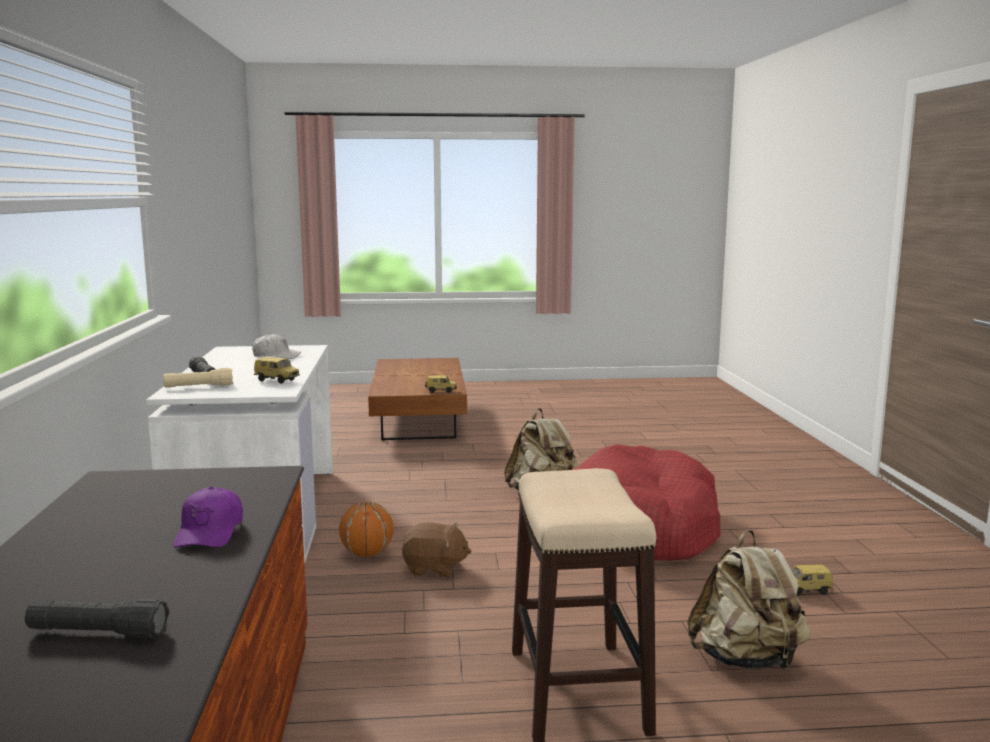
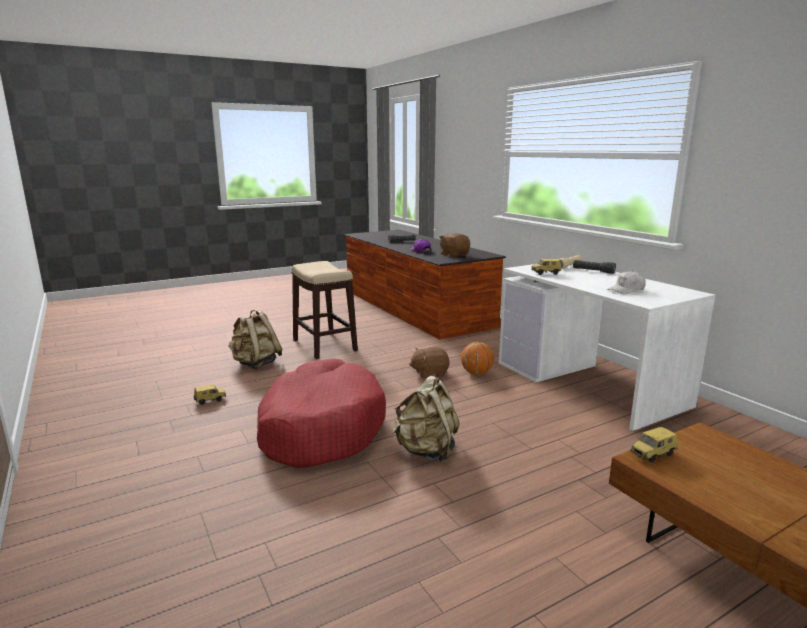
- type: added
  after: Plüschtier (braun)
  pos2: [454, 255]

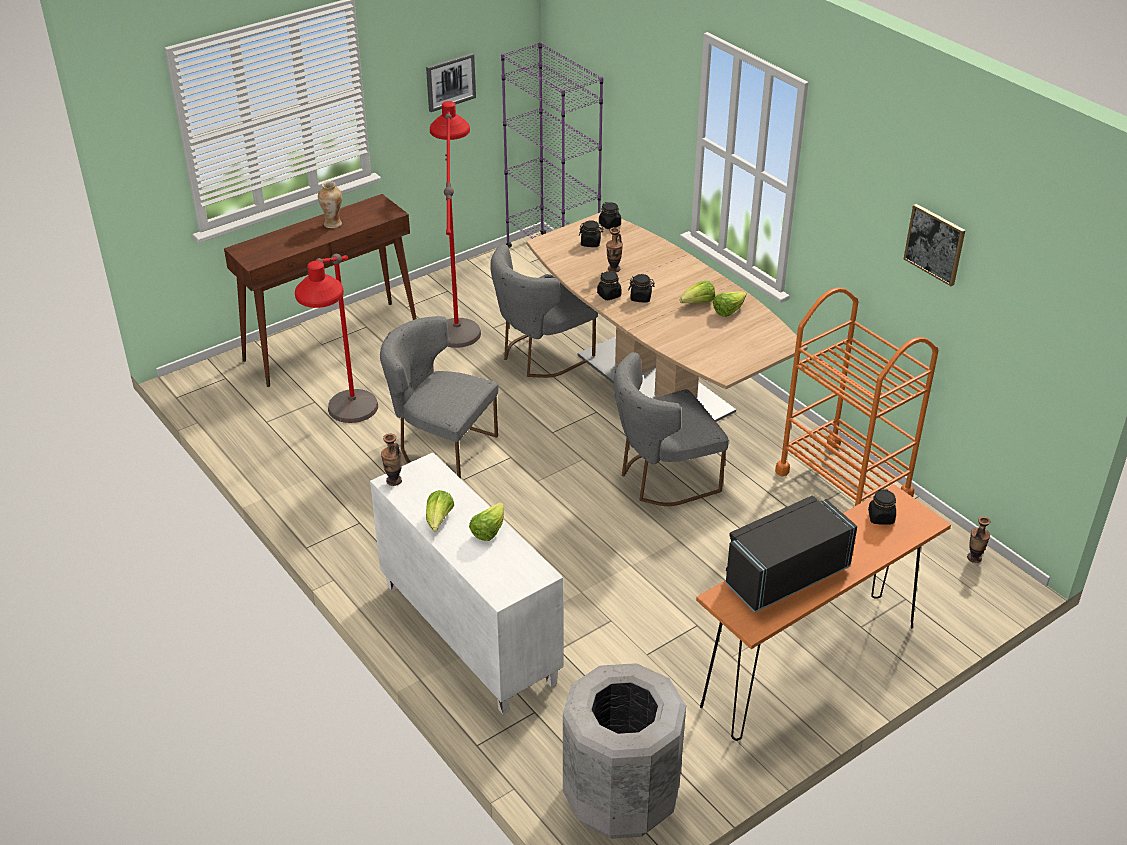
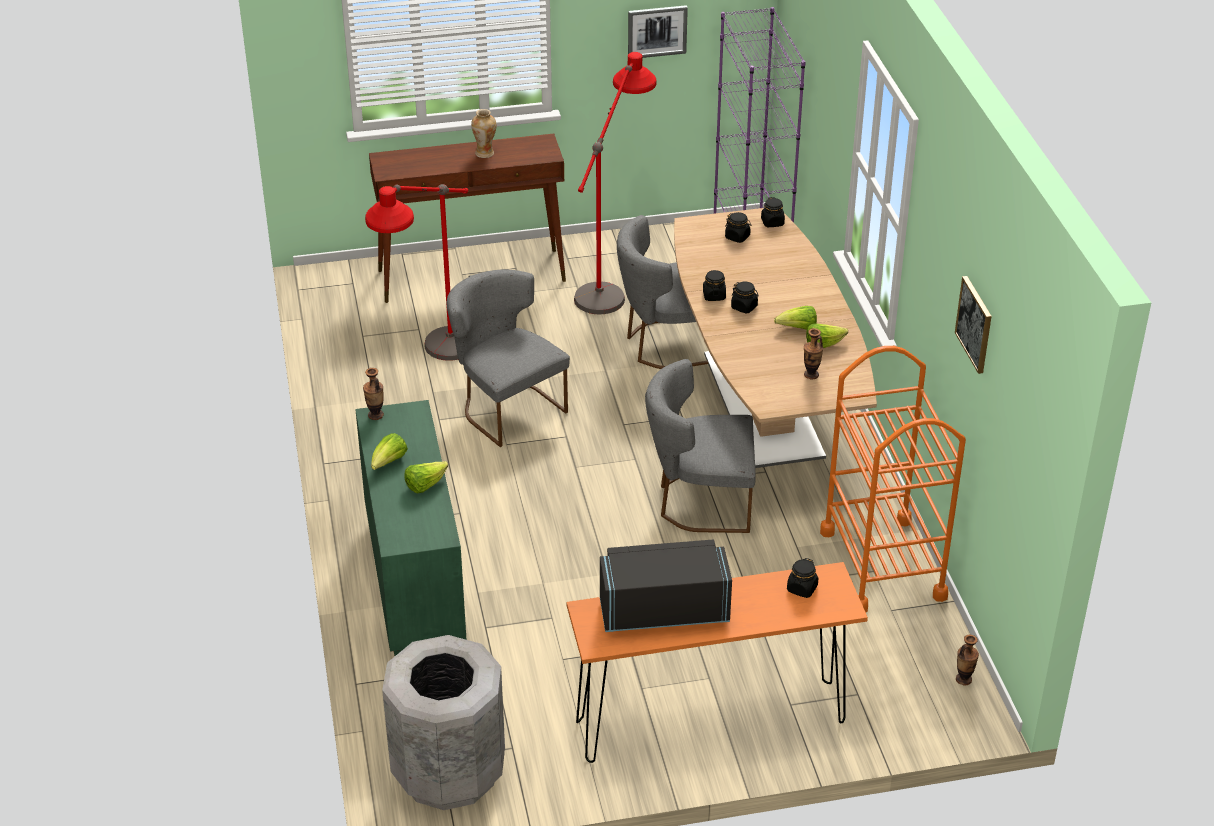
- type: recoloured
  before: Schrank (weiß)
  after: Schrank (grün)
  pos1: [467, 633]
  pos2: [413, 585]
- type: moved
  before: Vase
  pos1: [613, 269]
  pos2: [811, 375]

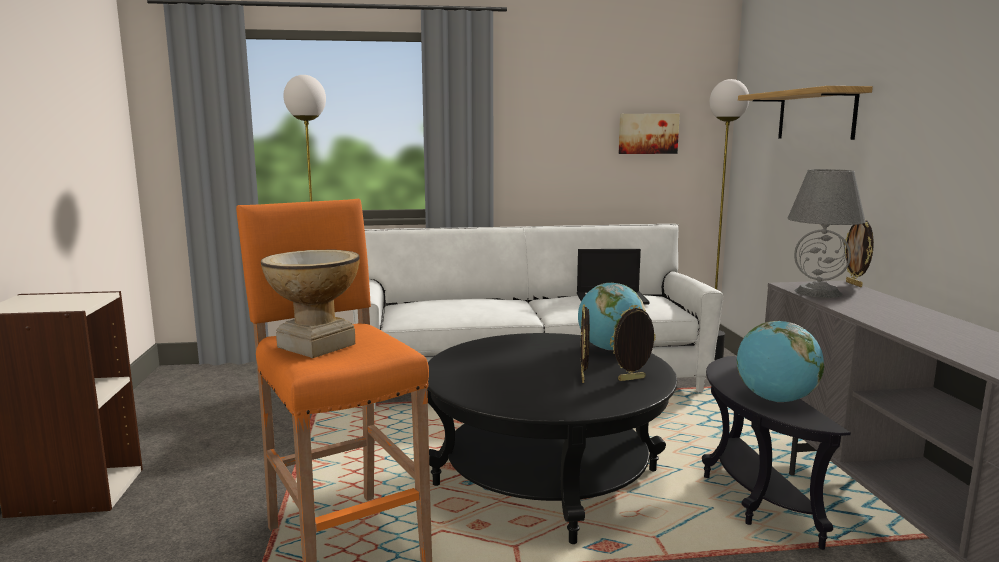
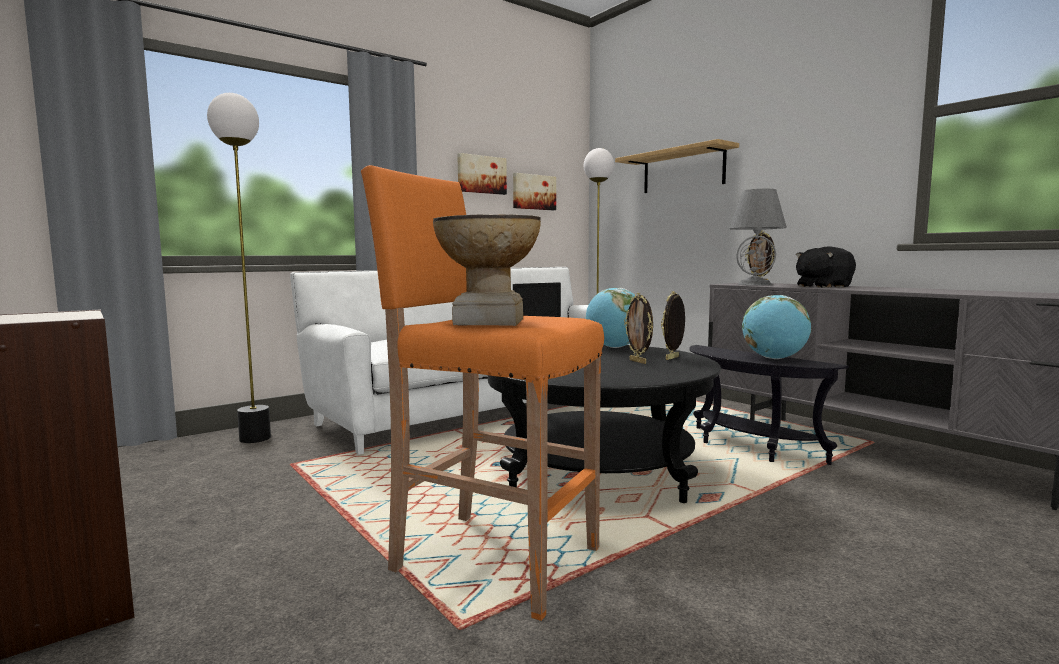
- type: added
  after: Bild
  pos2: [481, 174]
- type: added
  after: Plüschtier (schwarz)
  pos2: [822, 286]

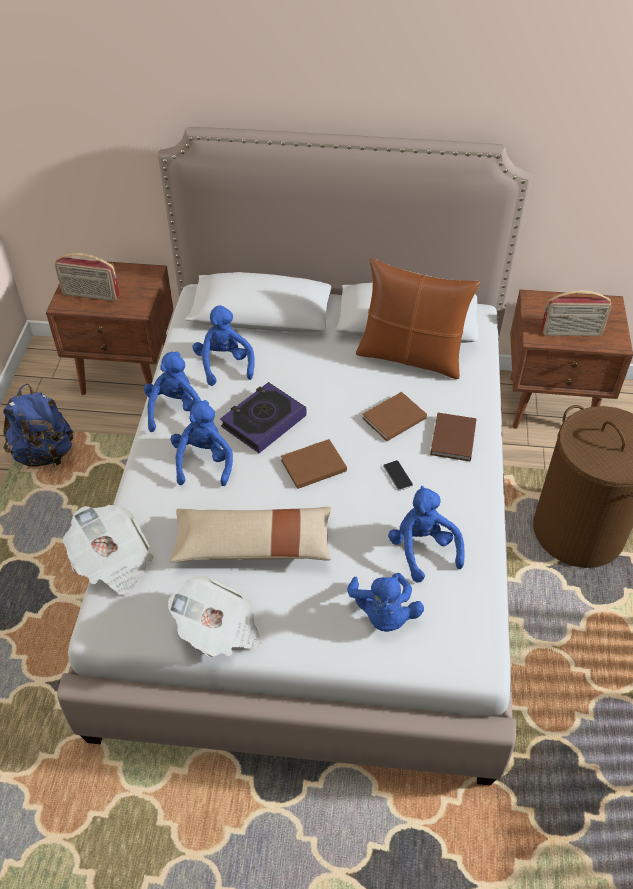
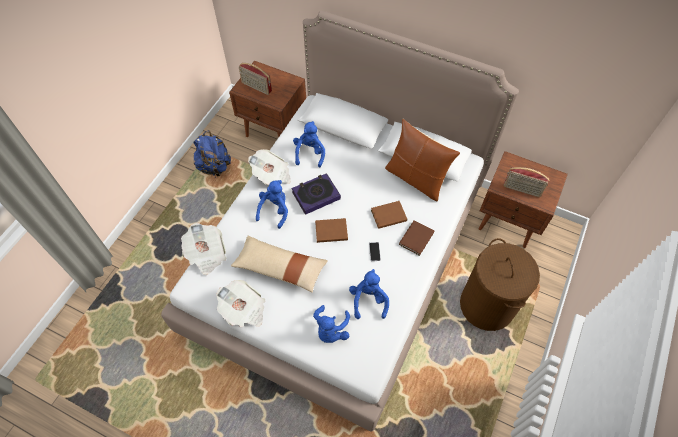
- type: replaced
  before: Plüschtier (blau)
  after: Zeitung
  pos1: [175, 411]
  pos2: [272, 175]

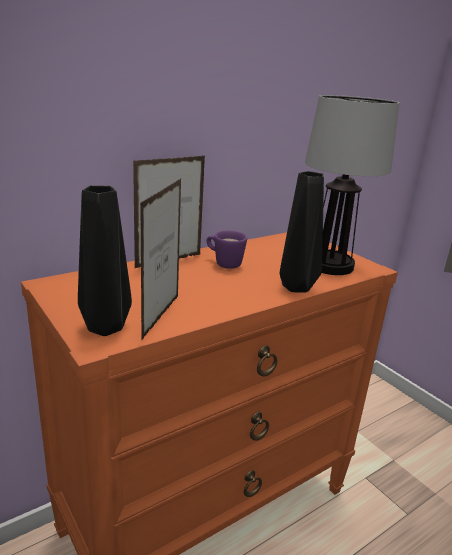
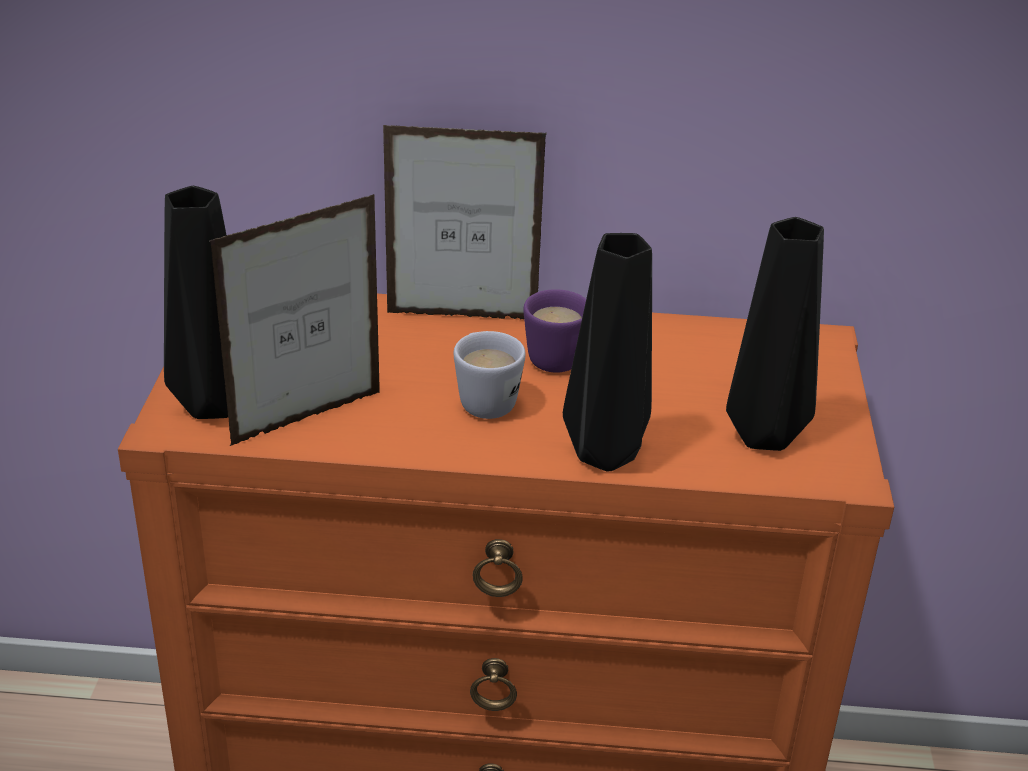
- type: added
  after: Henkelbecher (weiß)
  pos2: [484, 398]
- type: replaced
  before: Tischlampe
  after: Vase (schwarz)
  pos1: [331, 265]
  pos2: [760, 436]

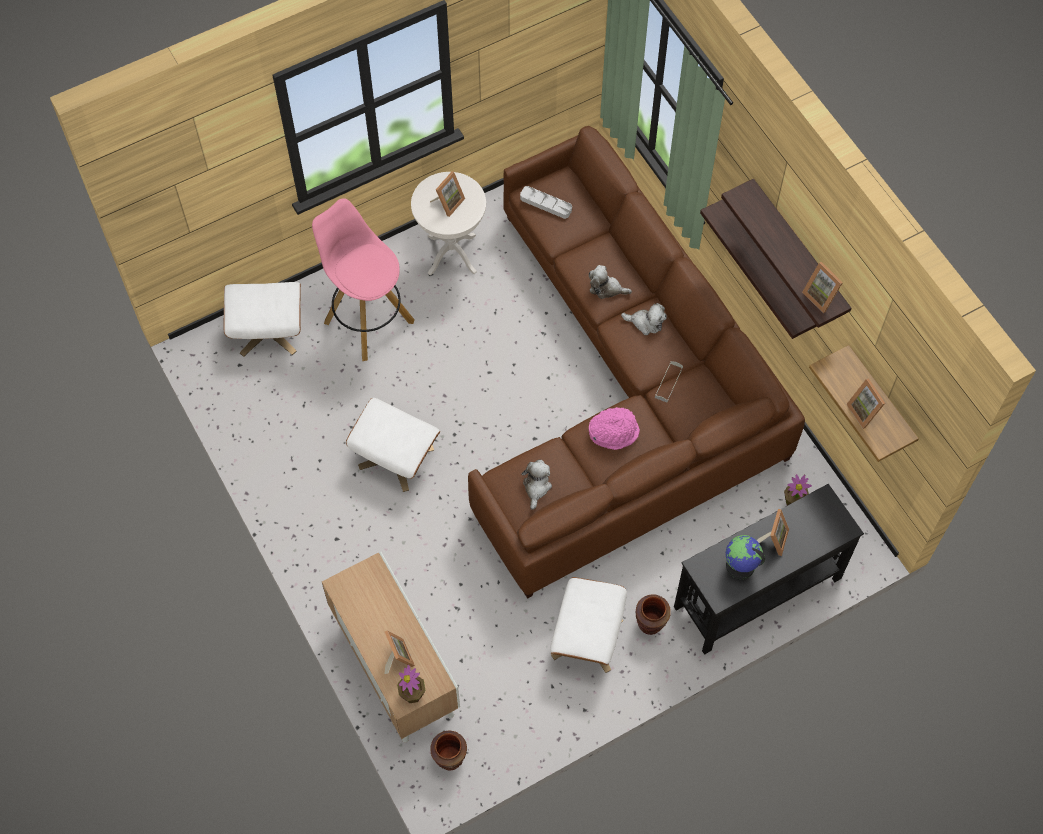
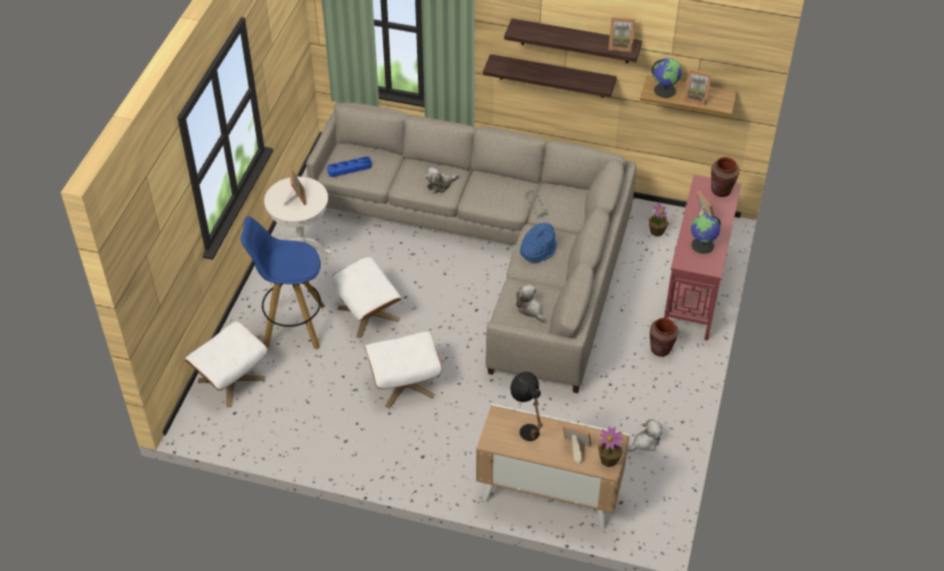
- type: recoloured
  before: Hocker (rosa)
  after: Hocker (blau)
  pos1: [368, 321]
  pos2: [292, 326]
- type: recoloured
  before: Sofa (braun)
  after: Sofa (grau)
  pos1: [622, 389]
  pos2: [495, 248]
- type: recoloured
  before: Tablett (grau)
  after: Tablett (blau)
  pos1: [546, 204]
  pos2: [349, 168]
- type: moved
  before: Polsterhocker (weiß)
  pos1: [587, 638]
  pos2: [369, 313]
- type: added
  after: Tischlampe (schwarz)
  pos2: [526, 426]
- type: recoloured
  before: Hut (rosa)
  after: Hut (blau)
  pos1: [613, 432]
  pos2: [537, 249]
- type: moved
  before: Plüschtier
  pos1: [646, 323]
  pos2: [645, 442]
- type: added
  after: Globus
  pos2: [665, 90]
- type: recoloured
  before: Konsolentisch (schwarz)
  after: Konsolentisch (rot)
  pos1: [756, 592]
  pos2: [694, 289]
- type: moved
  before: Vase (braun)
  pos1: [450, 759]
  pos2: [721, 191]

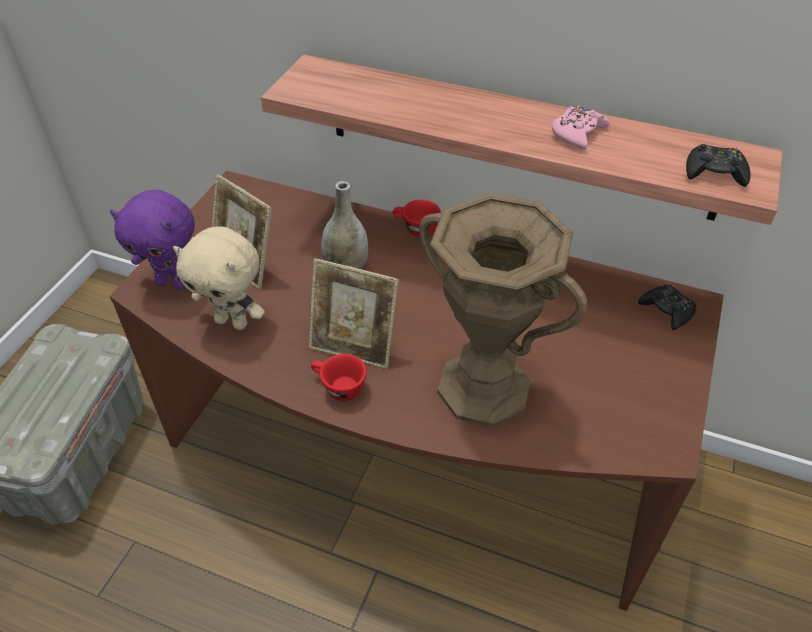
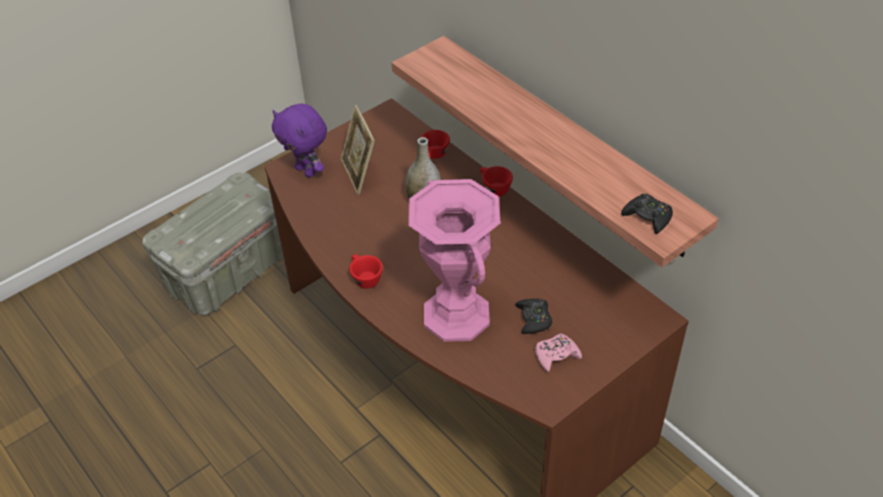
- type: recoloured
  before: Vase (braun)
  after: Vase (rosa)
  pos1: [484, 388]
  pos2: [456, 315]
- type: added
  after: Tasse (rot)
  pos2: [434, 156]
- type: moved
  before: Gamepad (schwarz)
  pos1: [667, 310]
  pos2: [533, 319]
- type: moved
  before: Gamepad (rosa)
  pos1: [577, 133]
  pos2: [556, 355]
- type: removed
  before: Plüschtier (beige)
  pos1: [233, 322]
- type: removed
  before: Bilderrahmen
  pos1: [354, 347]

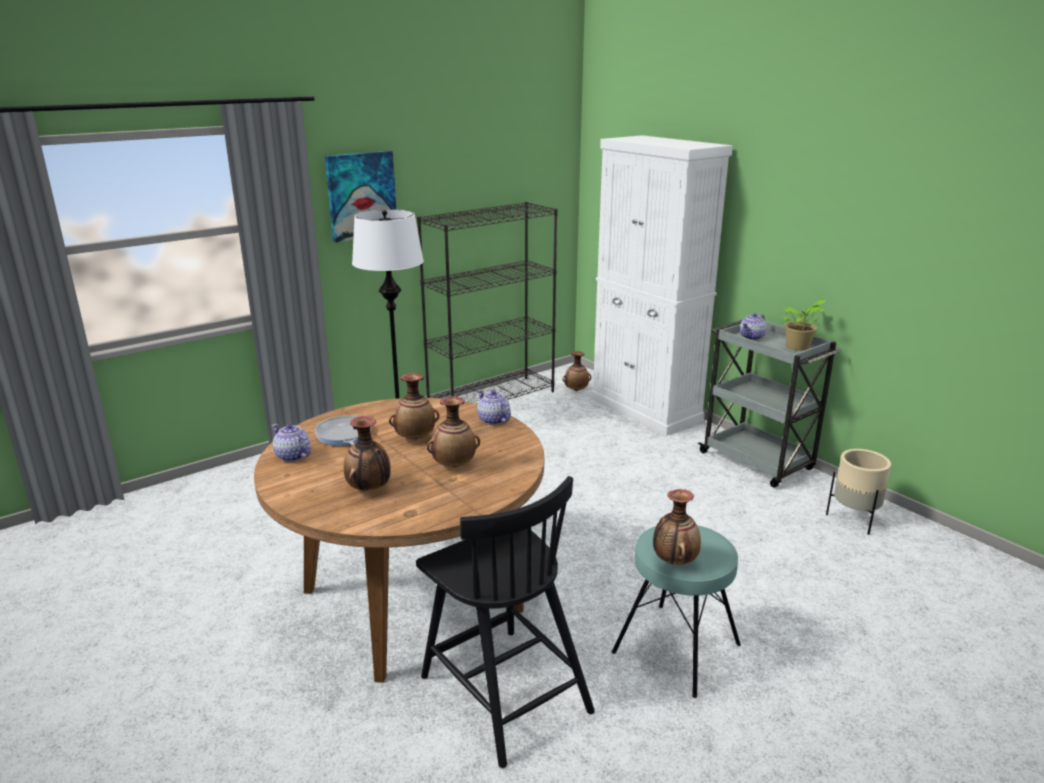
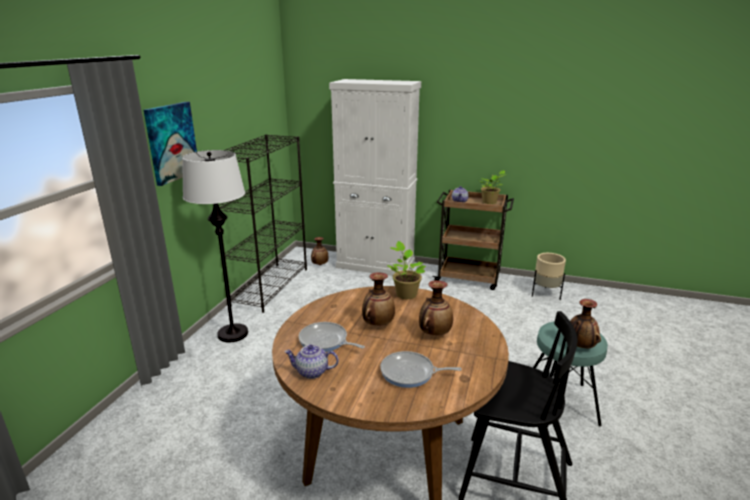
- type: replaced
  before: Vase
  after: Pfanne
  pos1: [369, 489]
  pos2: [410, 373]
- type: replaced
  before: Teekanne
  after: Topfpflanze
  pos1: [493, 420]
  pos2: [405, 294]
- type: recoloured
  before: Rollwagen (grau)
  after: Rollwagen (braun)
  pos1: [758, 462]
  pos2: [469, 278]

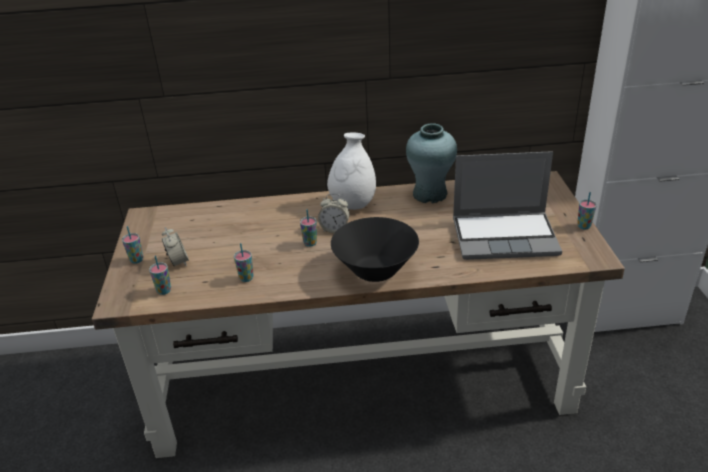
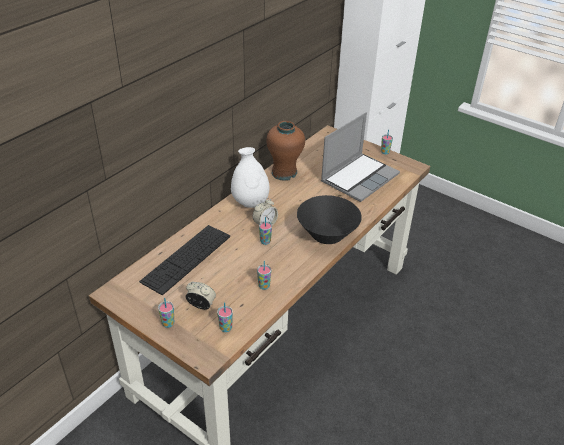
- type: added
  after: Tastatur
  pos2: [186, 258]
- type: recoloured
  before: Vase (türkis)
  after: Vase (braun)
  pos1: [430, 194]
  pos2: [284, 172]

